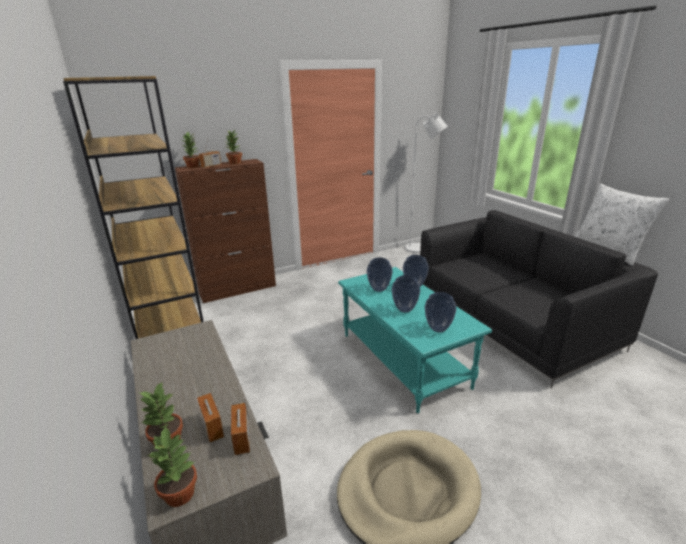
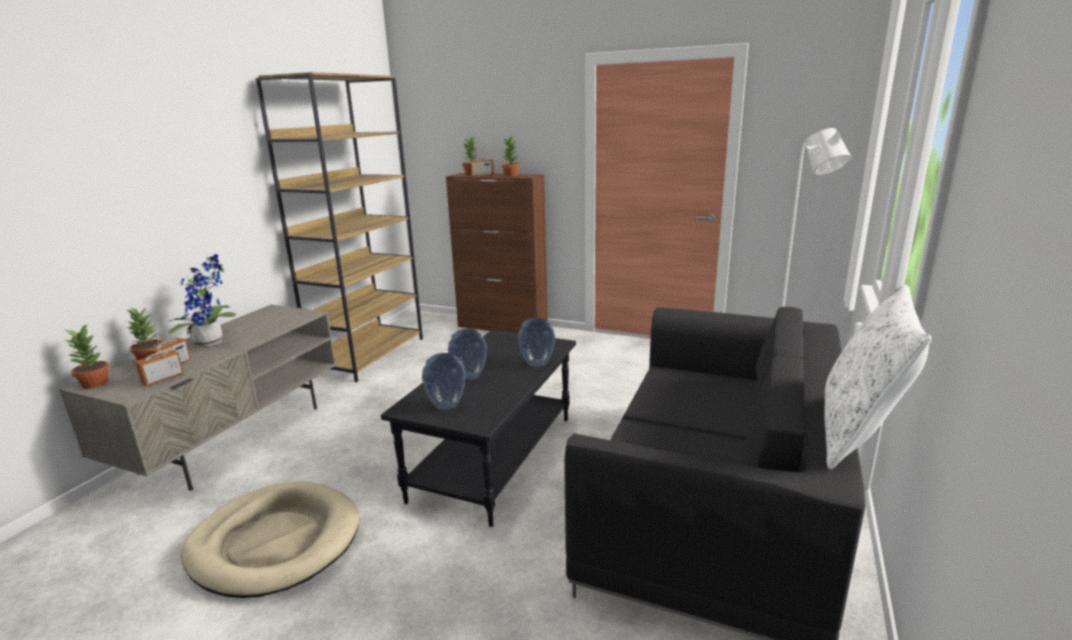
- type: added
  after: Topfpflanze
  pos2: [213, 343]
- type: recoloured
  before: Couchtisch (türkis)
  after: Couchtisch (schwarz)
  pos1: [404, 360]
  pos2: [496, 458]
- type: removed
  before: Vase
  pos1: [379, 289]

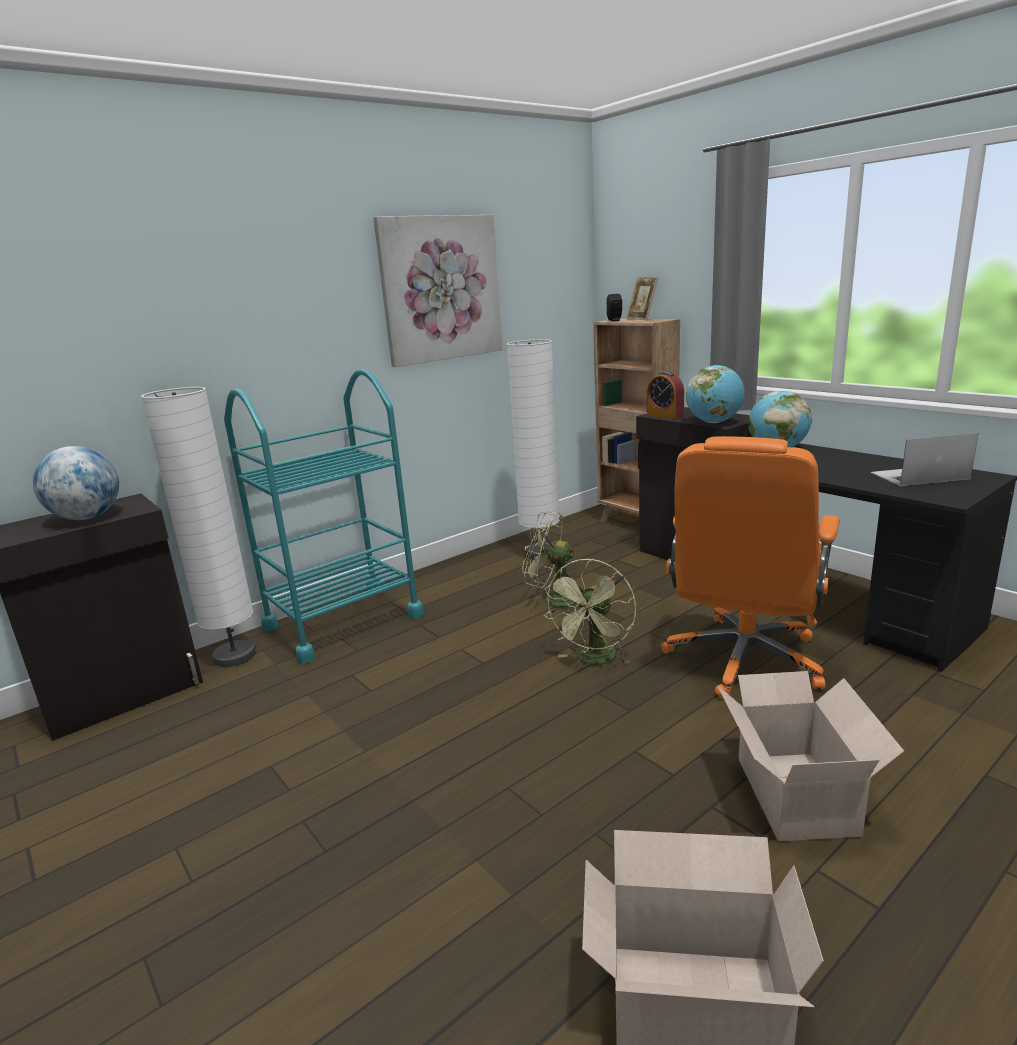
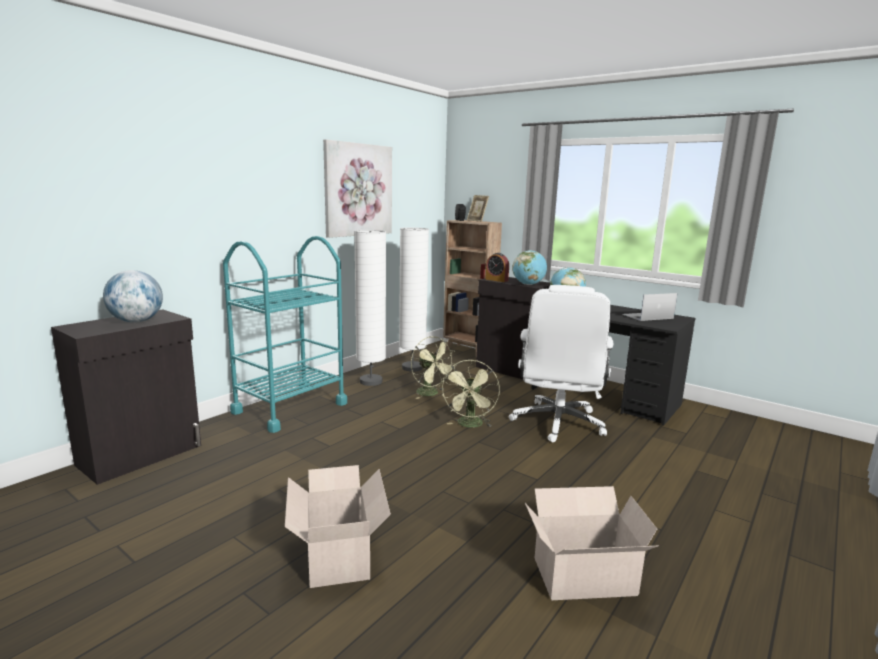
- type: moved
  before: Karton
  pos1: [795, 792]
  pos2: [338, 552]
- type: moved
  before: Stehlampe (weiß)
  pos1: [235, 656]
  pos2: [371, 381]
- type: turned
  before: Ventilator (grün)
  pos1: [553, 600]
  pos2: [431, 394]
  turn: -135
- type: recoloured
  before: Bürostuhl (orange)
  after: Bürostuhl (weiß)
  pos1: [744, 660]
  pos2: [558, 423]

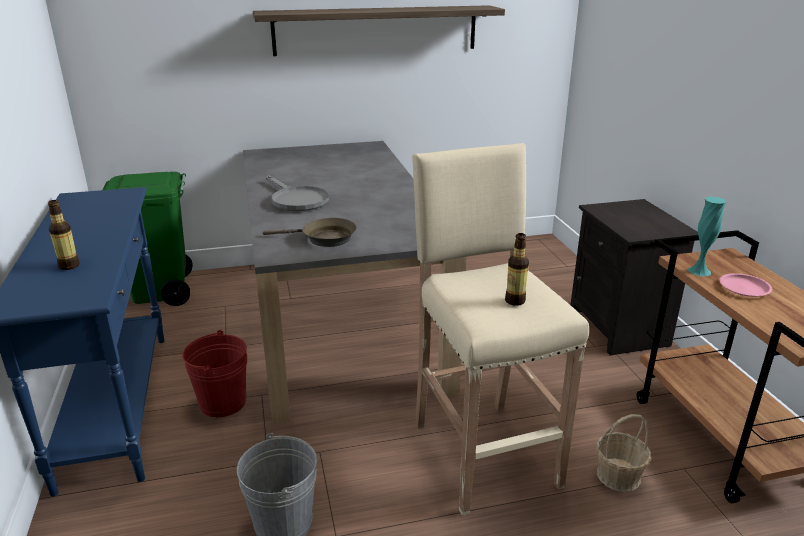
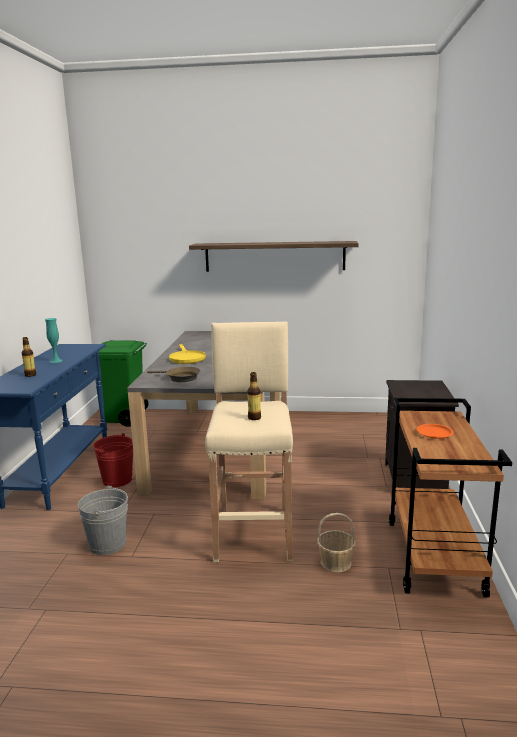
- type: moved
  before: Vase (türkis)
  pos1: [699, 271]
  pos2: [56, 361]
- type: recoloured
  before: Pfanne (grau)
  after: Pfanne (gelb)
  pos1: [296, 200]
  pos2: [186, 358]
- type: recoloured
  before: Teller (rosa)
  after: Teller (orange)
  pos1: [744, 288]
  pos2: [434, 433]

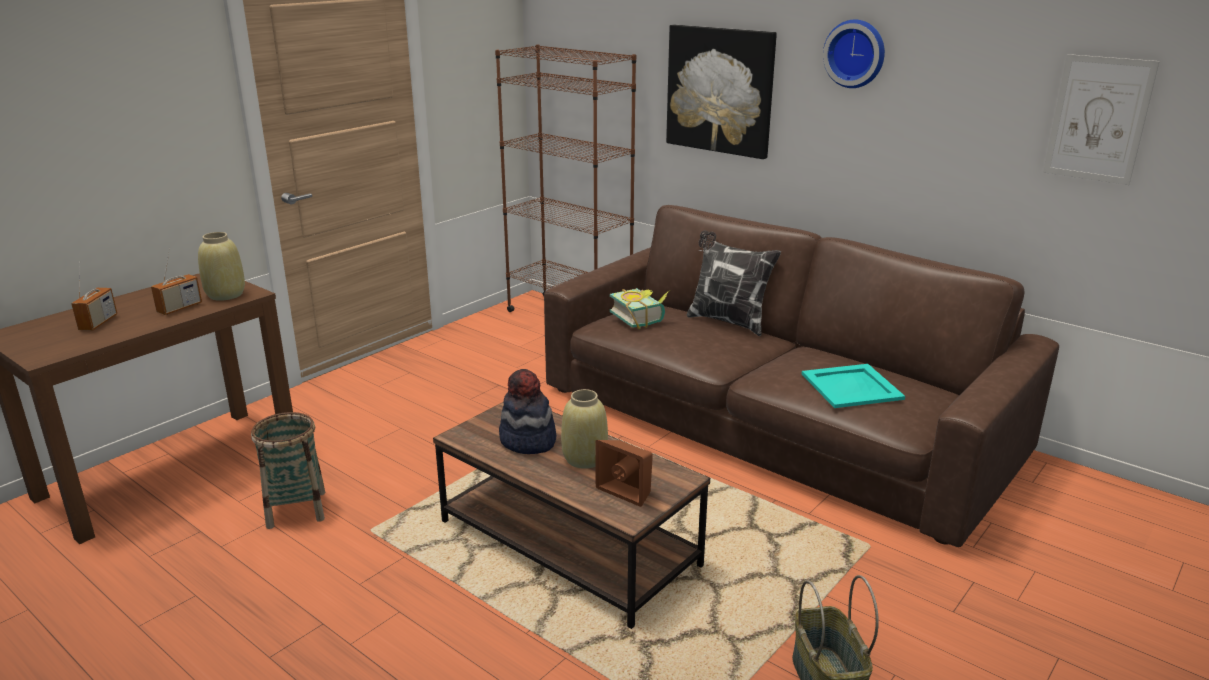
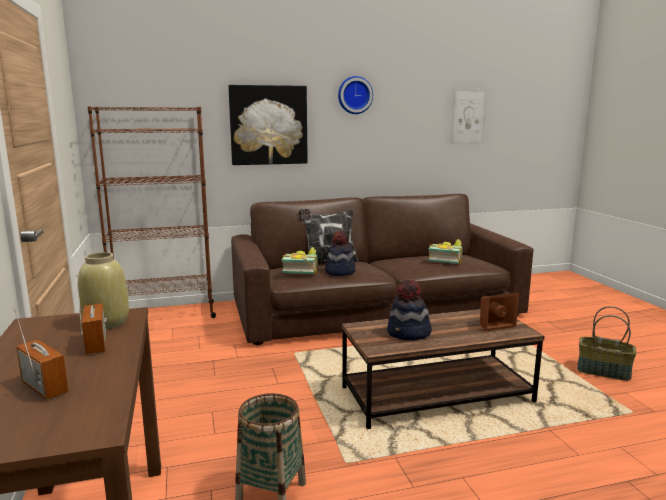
- type: added
  after: Hut
  pos2: [339, 272]
- type: replaced
  before: Tablett (türkis)
  after: Buch
  pos1: [851, 387]
  pos2: [445, 260]
- type: removed
  before: Vase (beige)
  pos1: [585, 459]

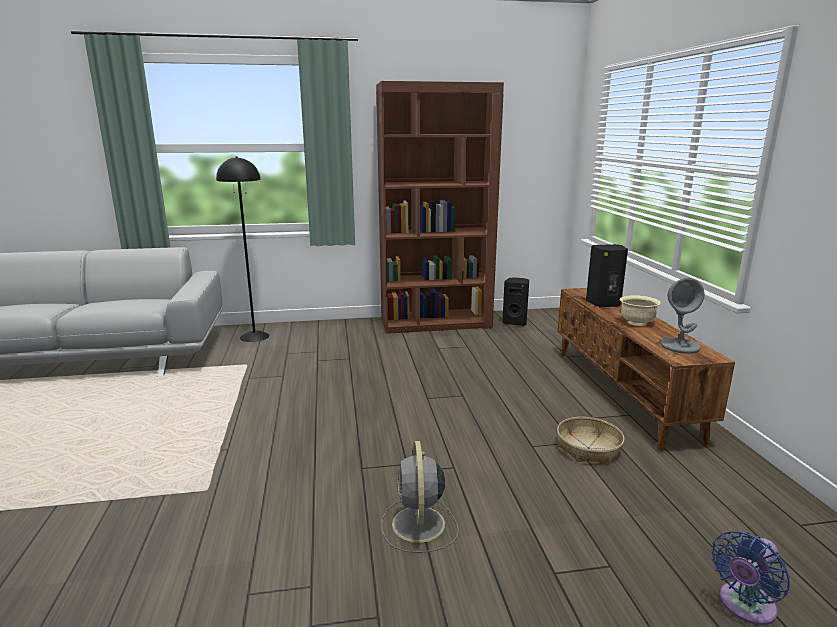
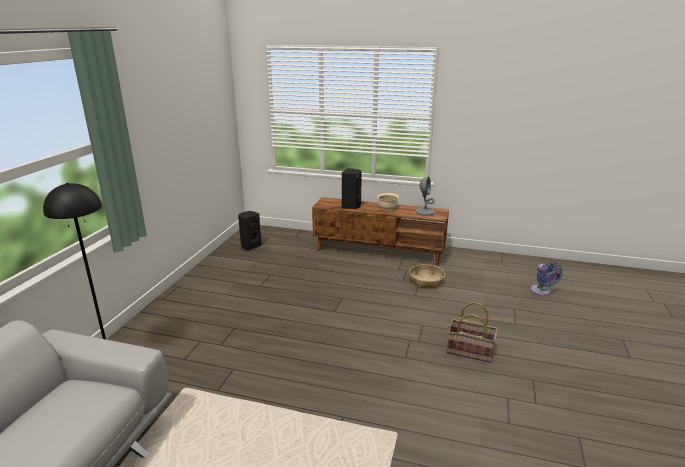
- type: replaced
  before: Ventilator (grau)
  after: Korb
  pos1: [418, 526]
  pos2: [470, 351]
- type: removed
  before: Bücherregal (braun)
  pos1: [436, 323]

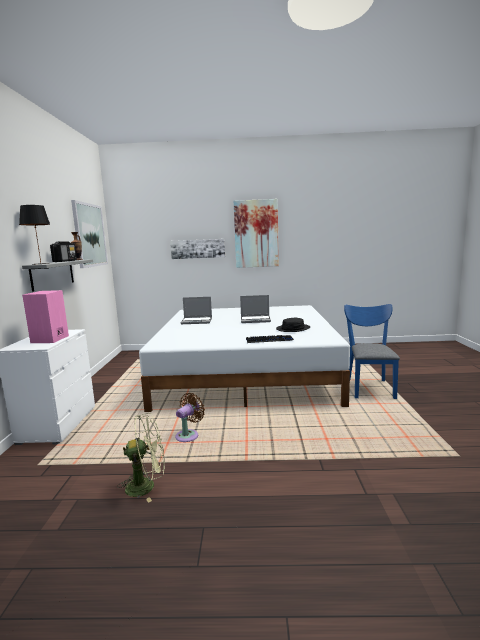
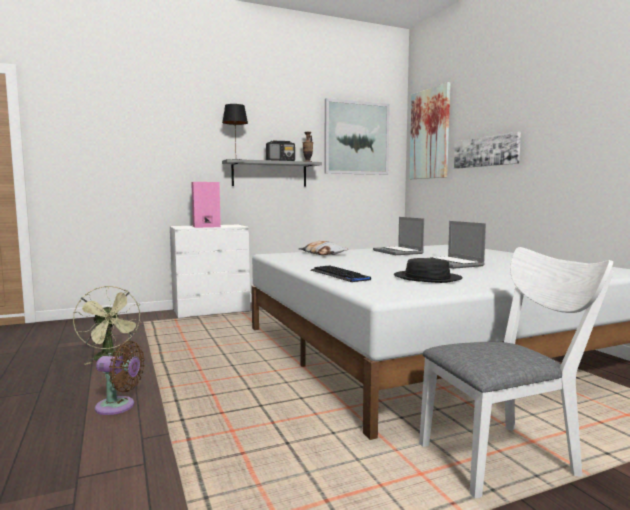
- type: moved
  before: Ventilator (braun)
  pos1: [189, 435]
  pos2: [119, 407]
- type: added
  after: Kissen
  pos2: [323, 253]
- type: moved
  before: Bild
  pos1: [256, 234]
  pos2: [429, 134]
- type: recoloured
  before: Stuhl (blau)
  after: Stuhl (weiß)
  pos1: [369, 387]
  pos2: [505, 457]

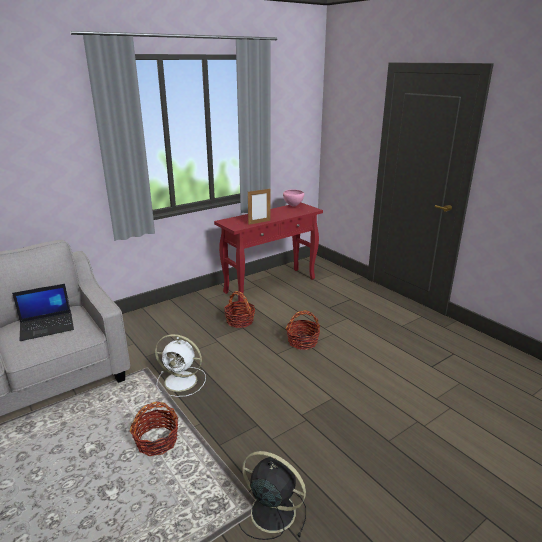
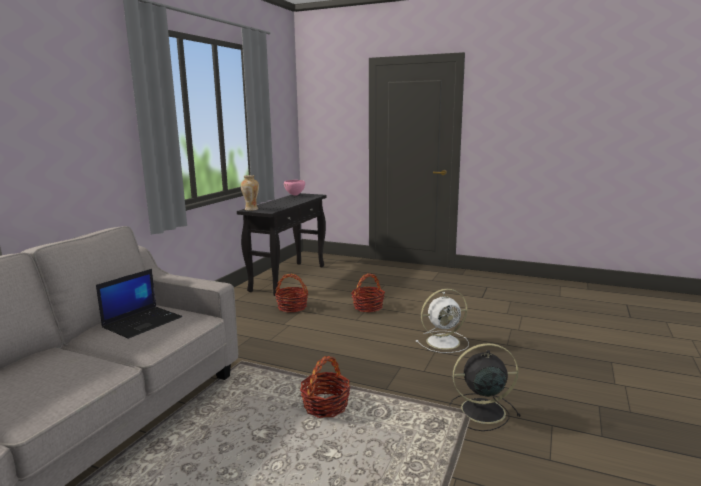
- type: recoloured
  before: Konsolentisch (rot)
  after: Konsolentisch (schwarz)
  pos1: [271, 285]
  pos2: [288, 278]
- type: added
  after: Vase
  pos2: [251, 209]
- type: moved
  before: Ventilator (weiß)
  pos1: [182, 381]
  pos2: [444, 341]
- type: removed
  before: Bilderrahmen
  pos1: [259, 222]

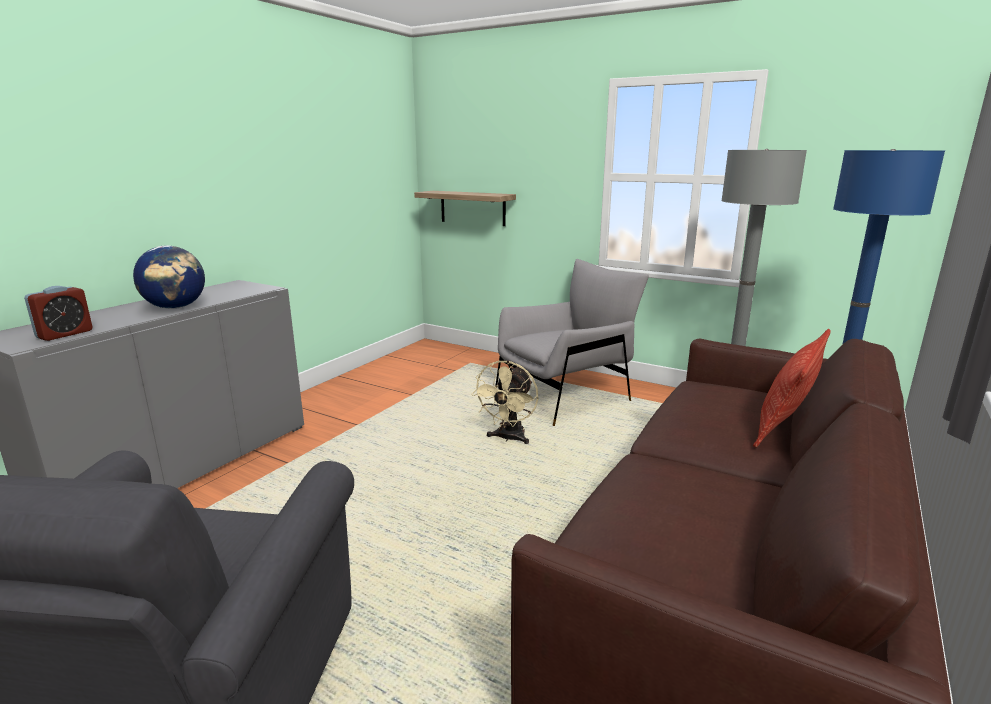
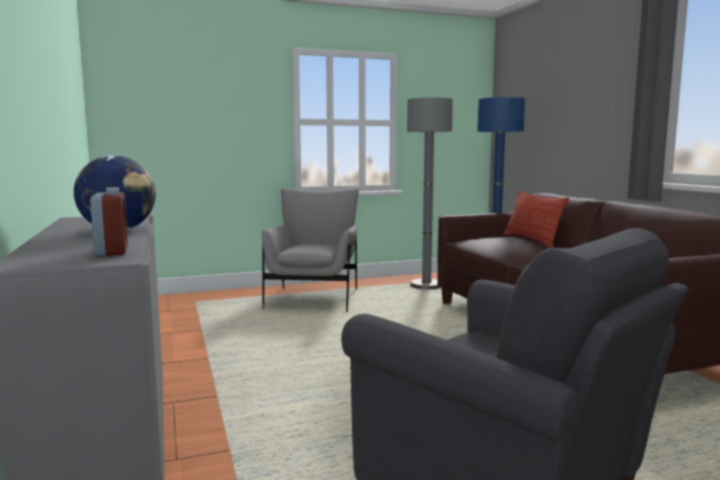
- type: removed
  before: Wandregal
  pos1: [472, 208]
- type: removed
  before: Ventilator (beige)
  pos1: [508, 438]

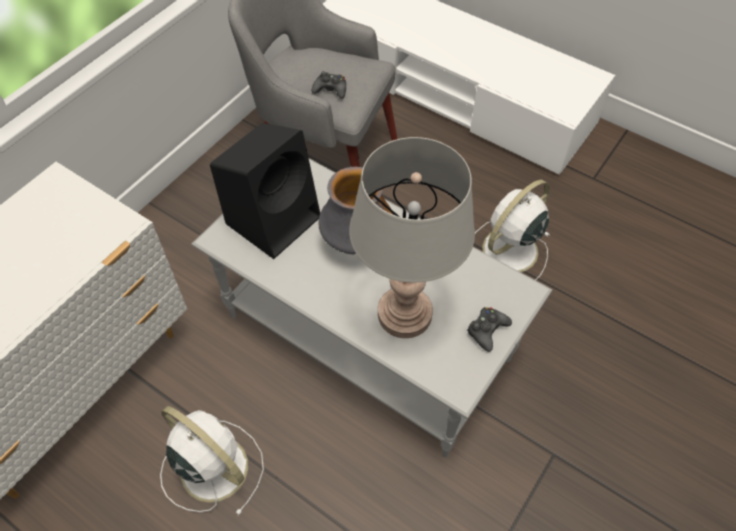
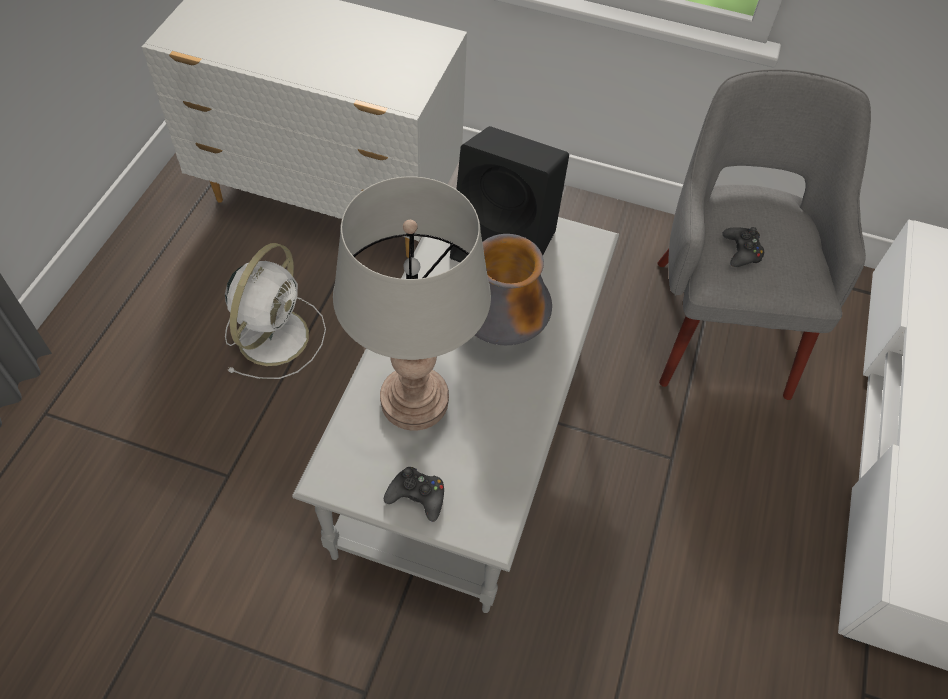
- type: removed
  before: Ventilator (weiß)
  pos1: [508, 251]

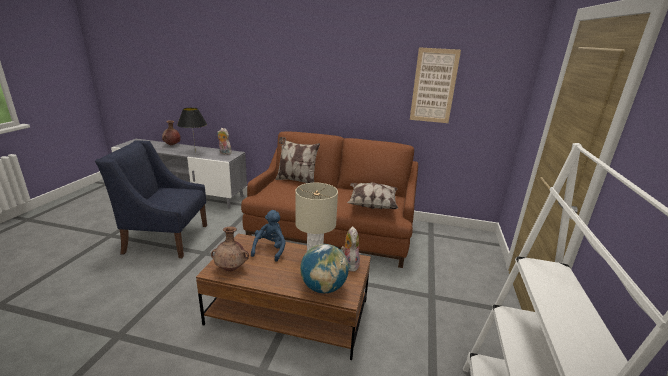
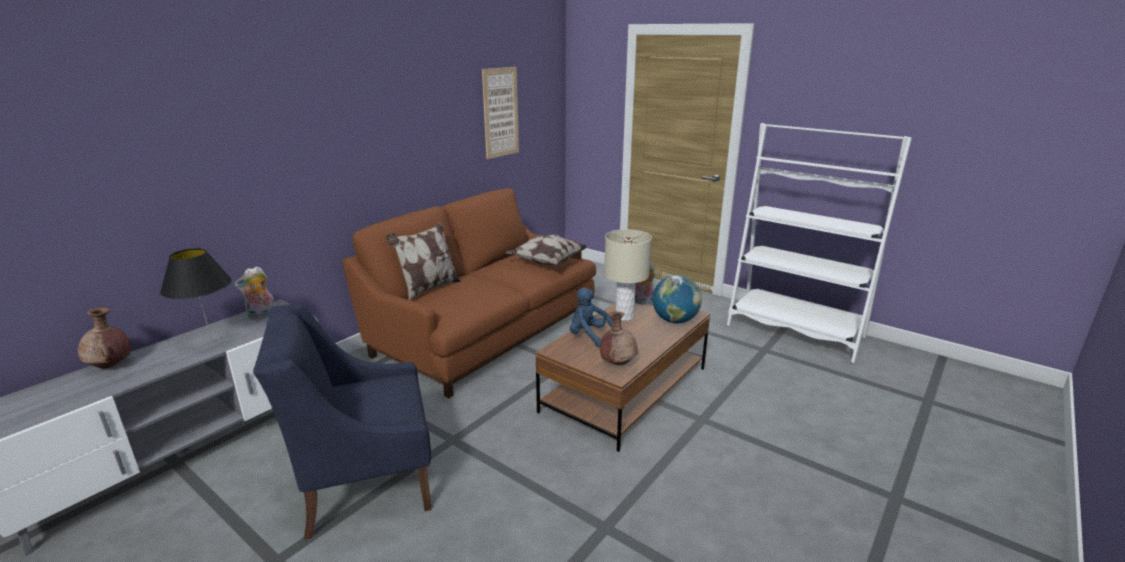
- type: turned
  before: Sessel (blau)
  pos1: [166, 238]
  pos2: [365, 480]
  turn: 45

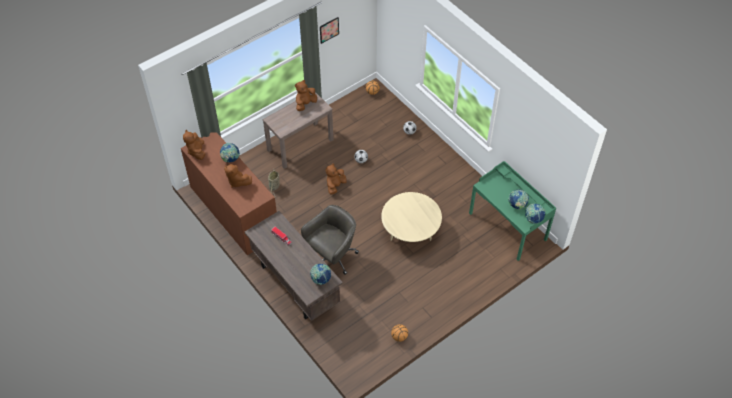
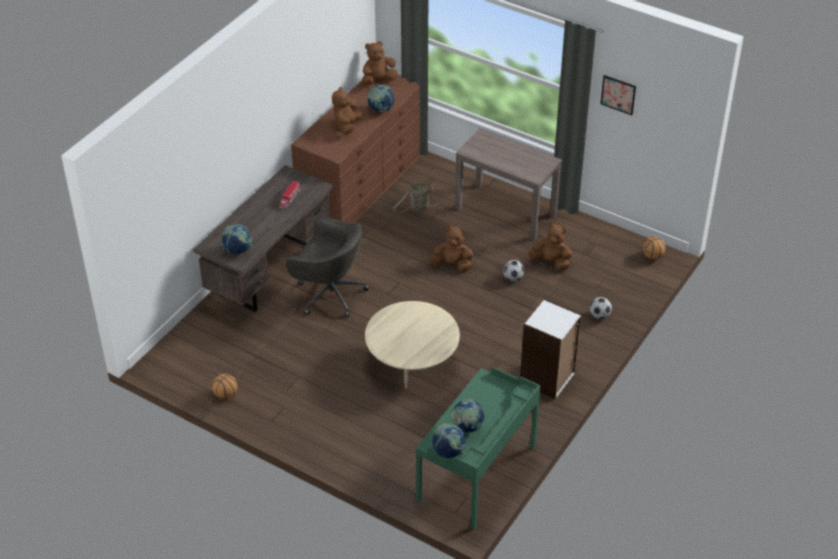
- type: added
  after: Bücherregal (weiß)
  pos2: [547, 378]
- type: moved
  before: Plüschtier (braun)
  pos1: [305, 104]
  pos2: [551, 262]

